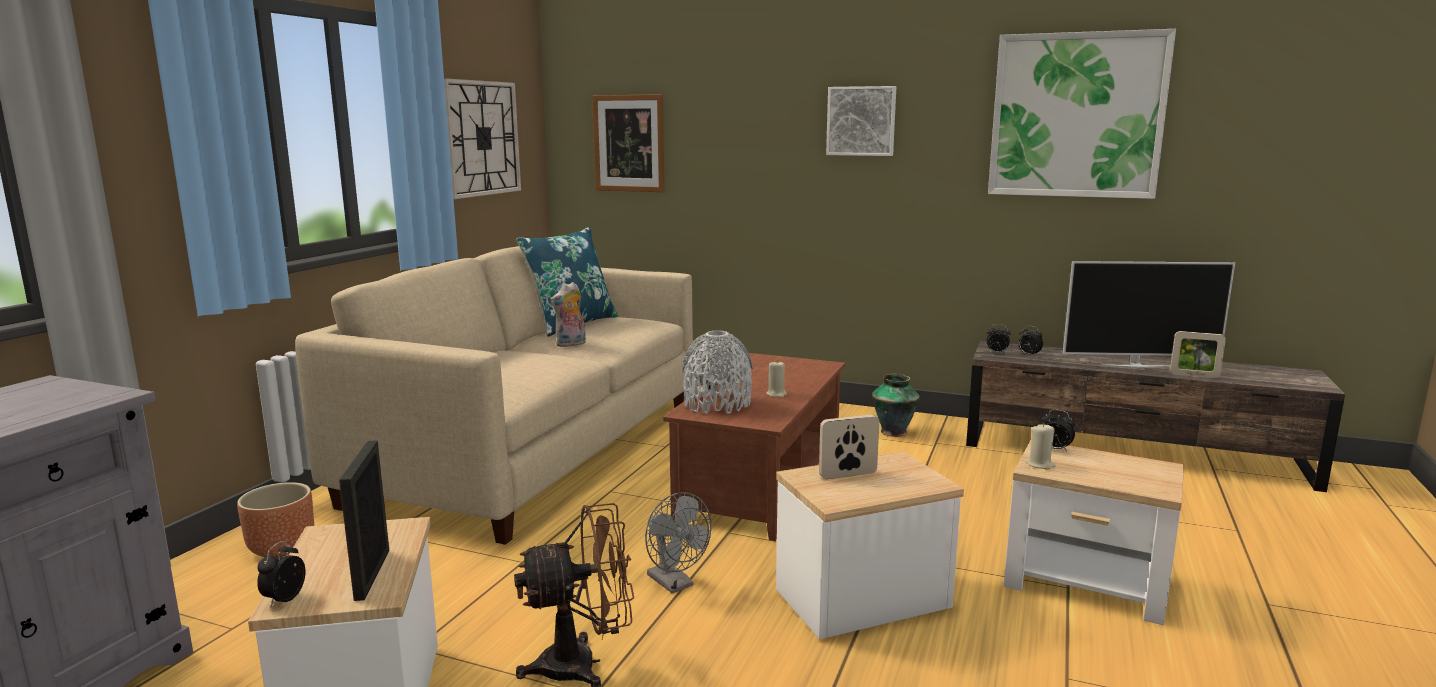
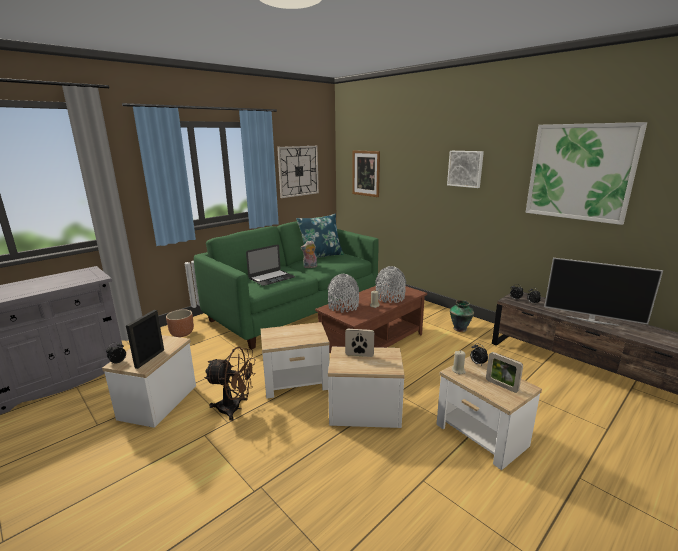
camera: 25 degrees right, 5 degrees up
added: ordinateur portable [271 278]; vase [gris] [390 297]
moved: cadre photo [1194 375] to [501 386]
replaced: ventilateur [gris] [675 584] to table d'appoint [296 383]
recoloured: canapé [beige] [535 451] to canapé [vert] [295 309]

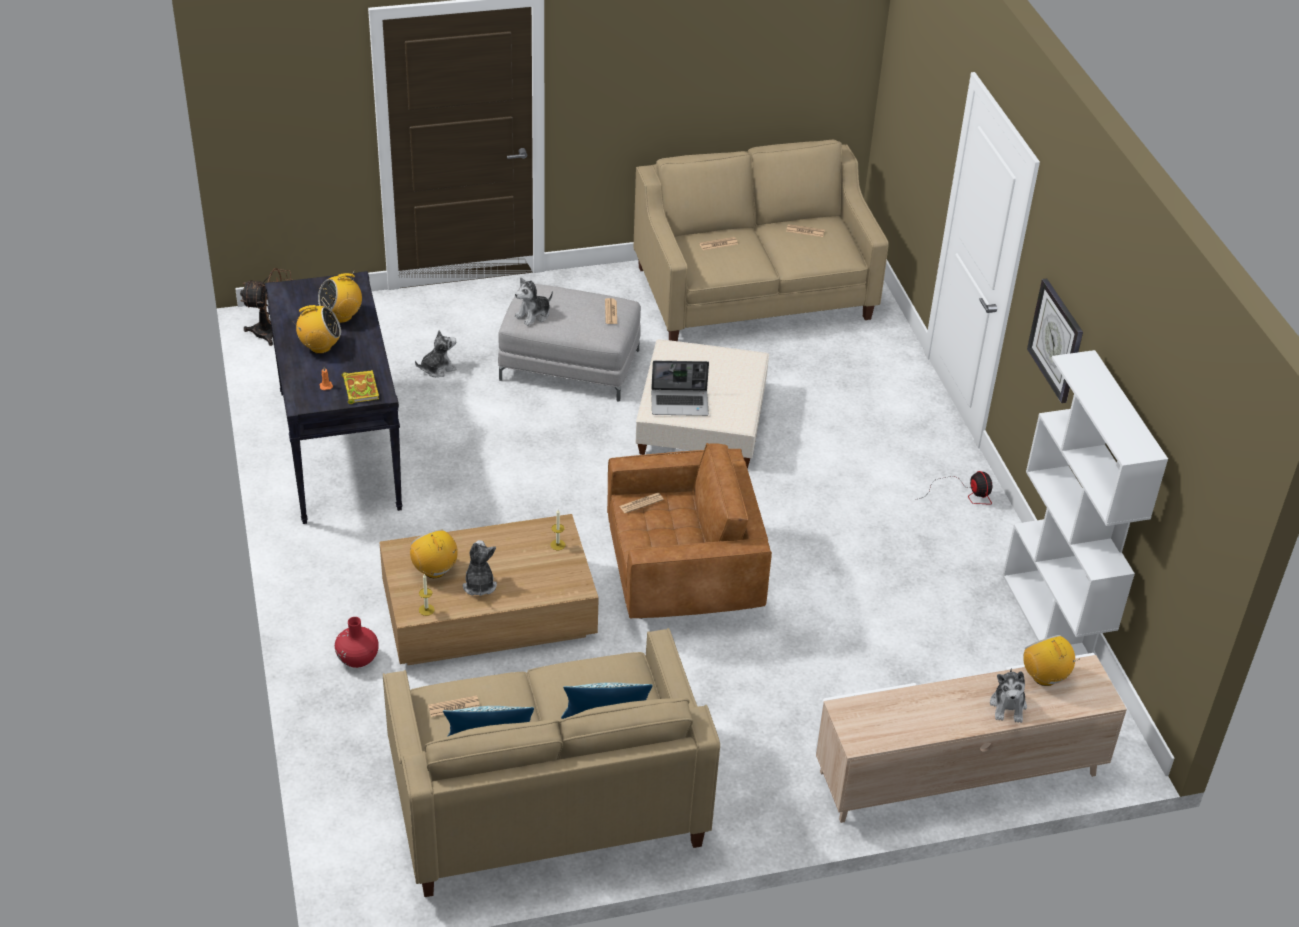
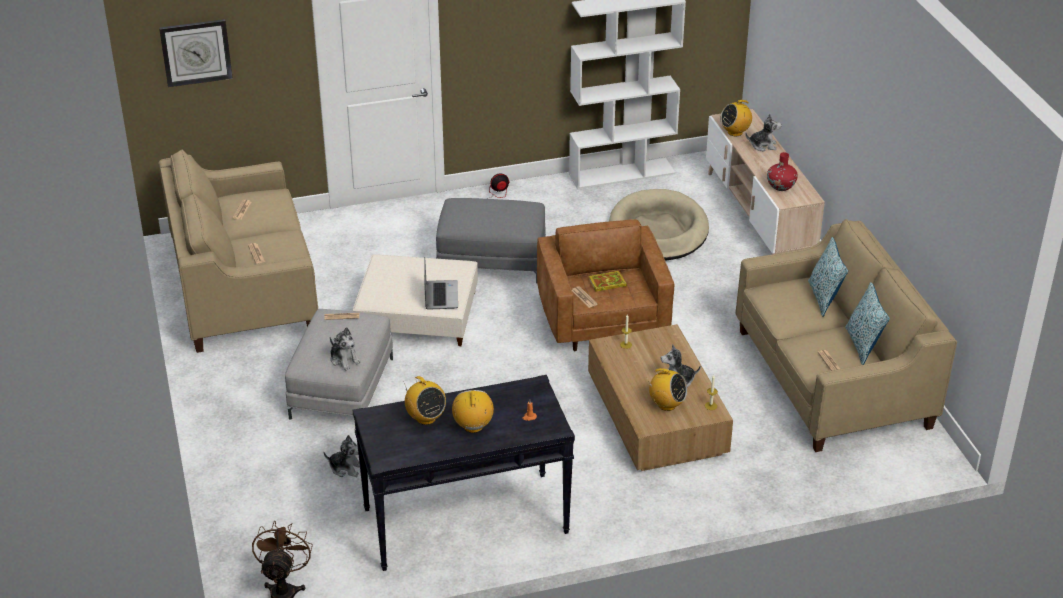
camera: 90 degrees left, 5 degrees down
added: pouf [gris] [492 260]; panier pour chien [beige] [658 230]
moved: horloge murale [1056 340] to [196 52]; livre [360 388] to [606 283]; vase [rouge] [357 658] to [781 186]
turned: peluche [437 368] = [346 468] 135 degrees clockwise; radio [435 570] = [666 405] 120 degrees counterclockwise

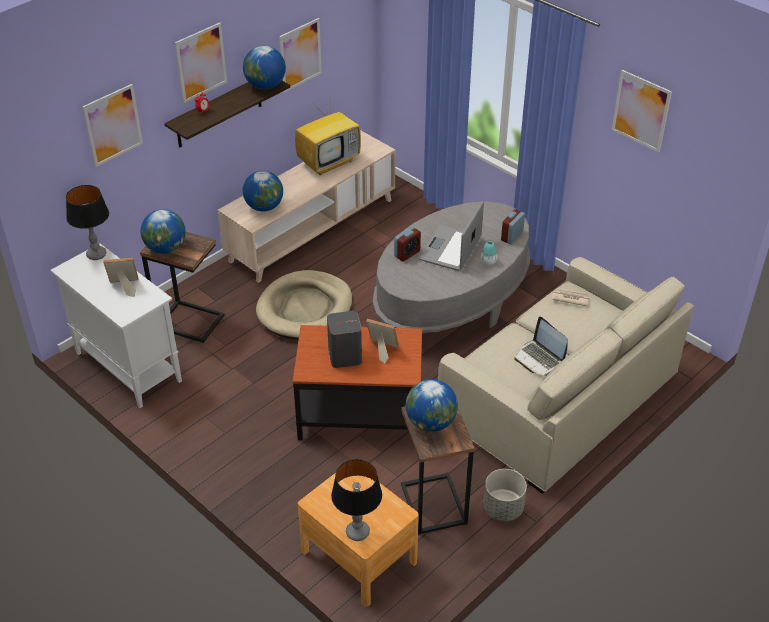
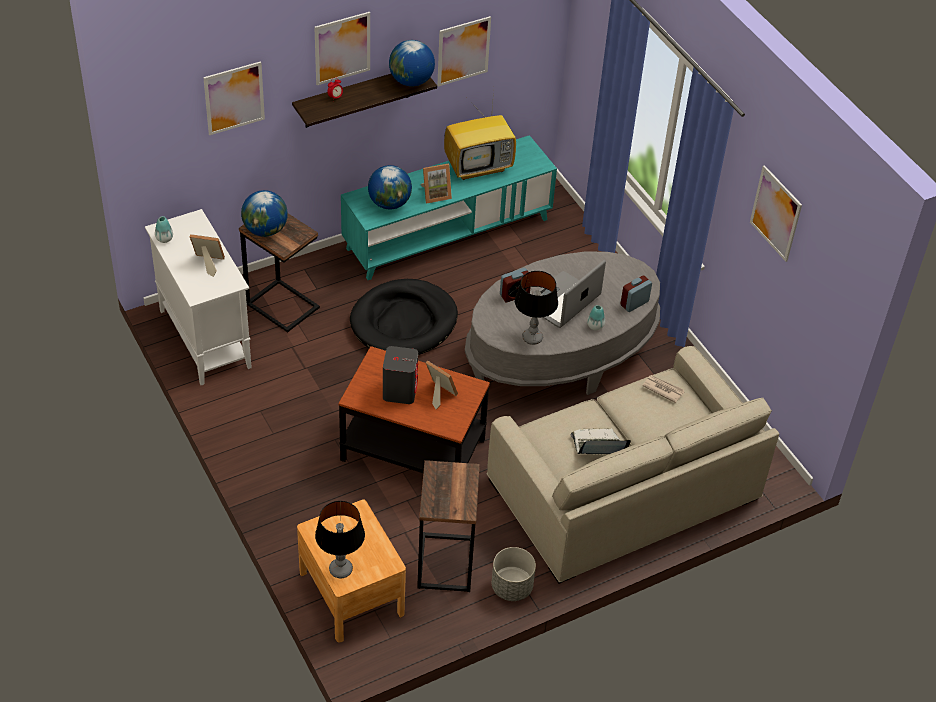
camera: 15 degrees right, 5 degrees up
removed: globe [430 423]
added: vase [164 239]; cadre photo [435 194]
moved: lampe de table [96 254] to [532 338]
recoloured: meuble télé [beige] [312 230] to meuble télé [turquoise] [447 234]; panier pour chien [beige] [305 308] to panier pour chien [noir] [404 322]
turned: ordinateur portable [539 359] = [598 446] 105 degrees clockwise

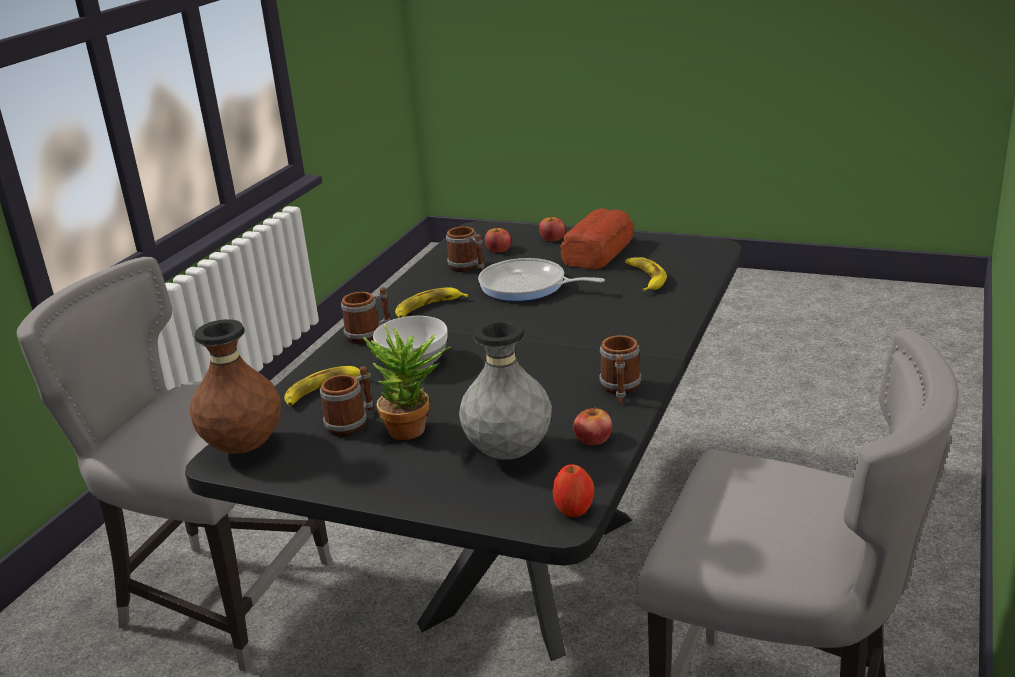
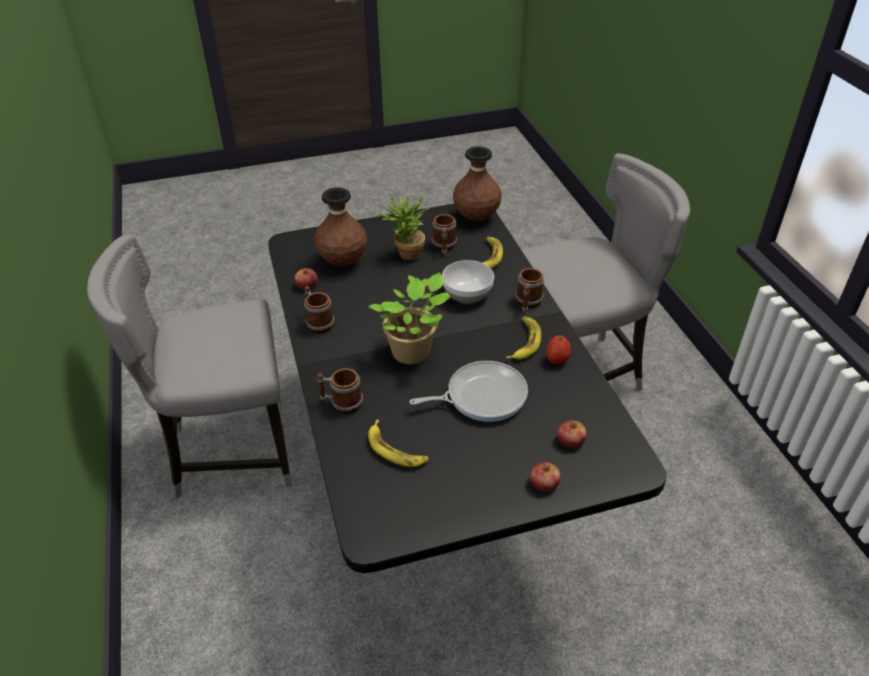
camera: 140 degrees right, 15 degrees up
removed: pain [599 251]
added: plante en pot [413 353]
moved: mug [468 268] to [341 403]; pomme [574 510] to [556 360]
recoloured: vase [gris] [508 453] to vase [marron] [343 262]

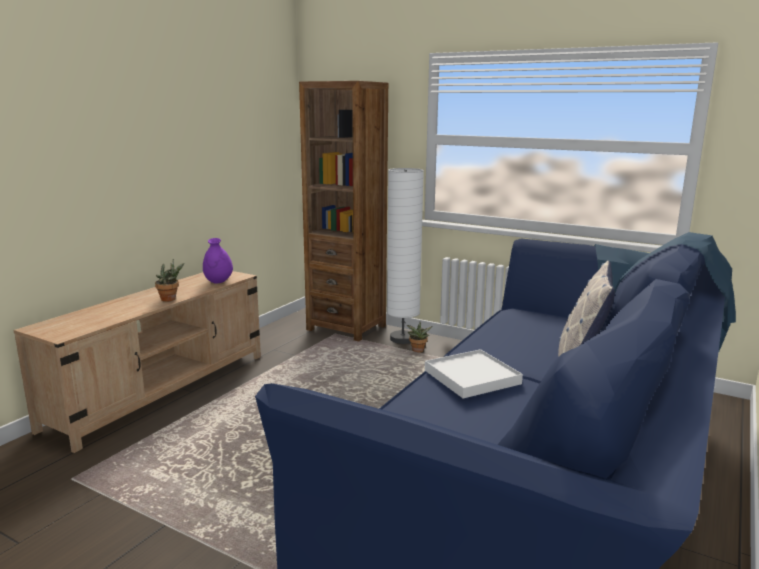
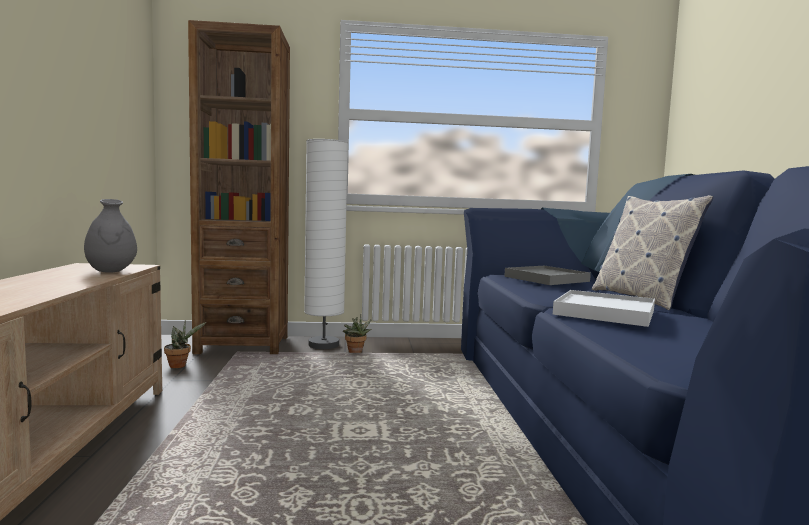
camera: 35 degrees left, 10 degrees down
added: plateau [gris] [546 279]
moved: plante en pot [170 299] to [180 365]
recoloured: vase [violet] [218 282] to vase [gris] [111 271]

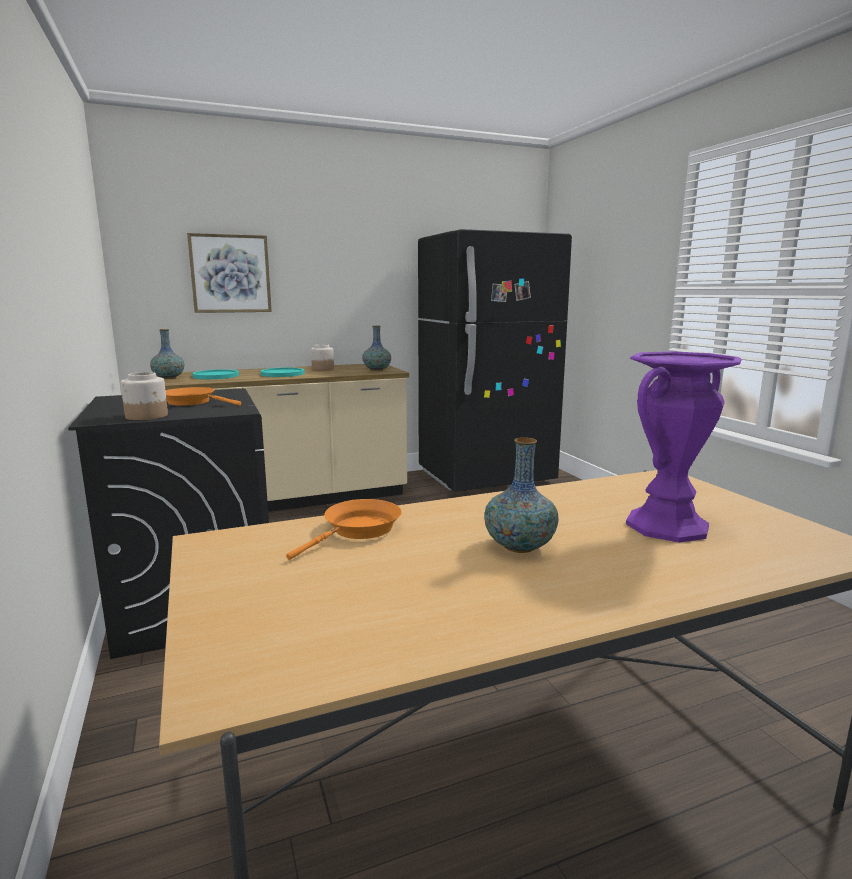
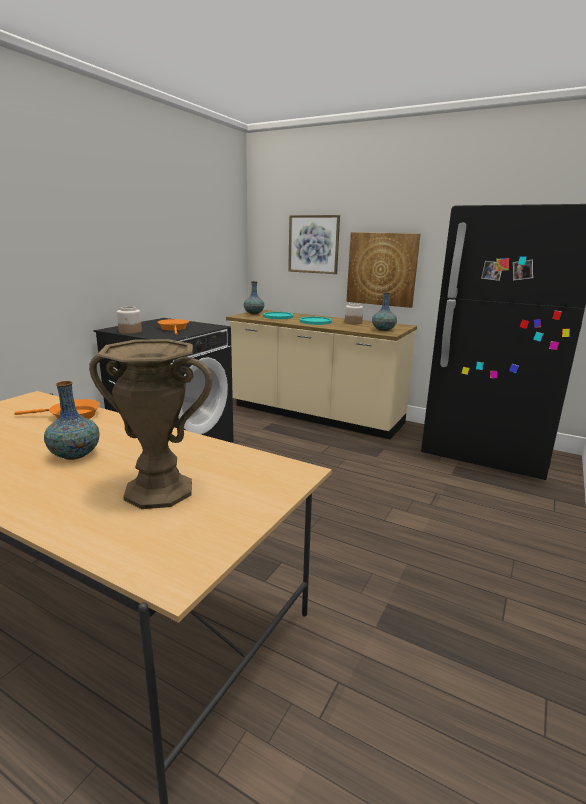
camera: 50 degrees right, 5 degrees up
added: tableau [382 269]
recoloured: vase [violet] [666 525] to vase [marron] [159 490]

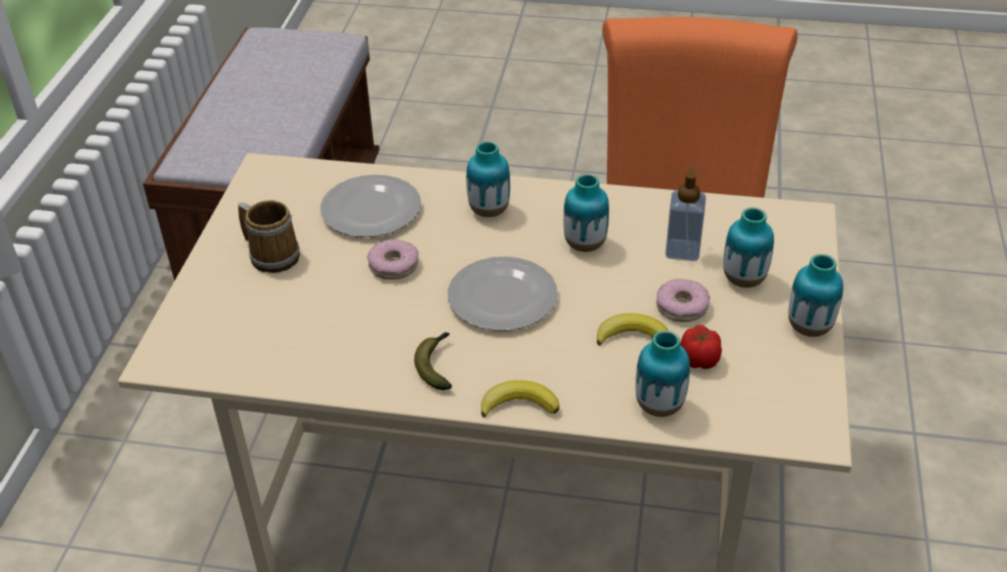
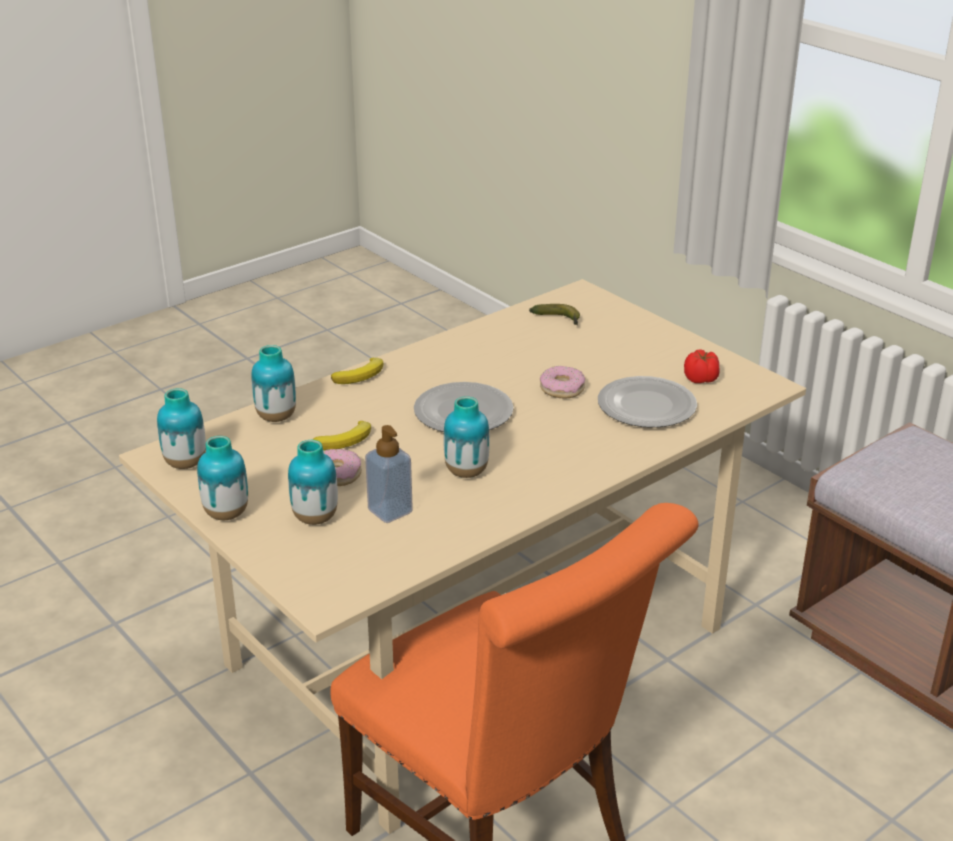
camera: 130 degrees right, 10 degrees down
removed: mug [273 255]
moved: vase [489 211] to [185 463]; banane [437 365] to [559 320]; tomate [699 359] to [701 379]

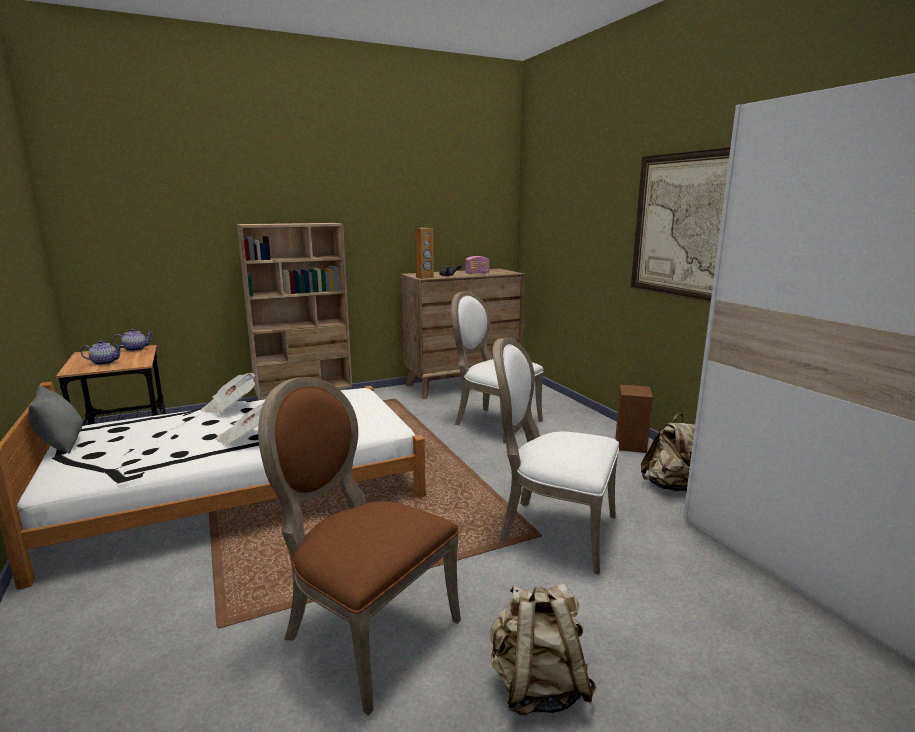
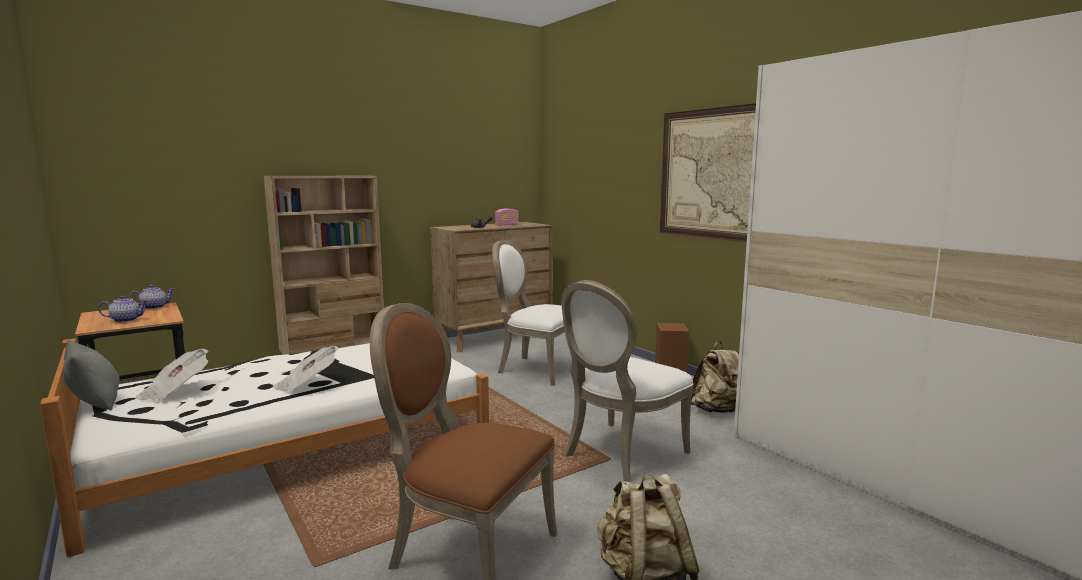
camera: 10 degrees left, 5 degrees down
removed: enceinte [marron] [424 277]
moved: journal [230 407] to [175 391]
turned: chaise [blanc] [552 530] = [619 454] 60 degrees counterclockwise

